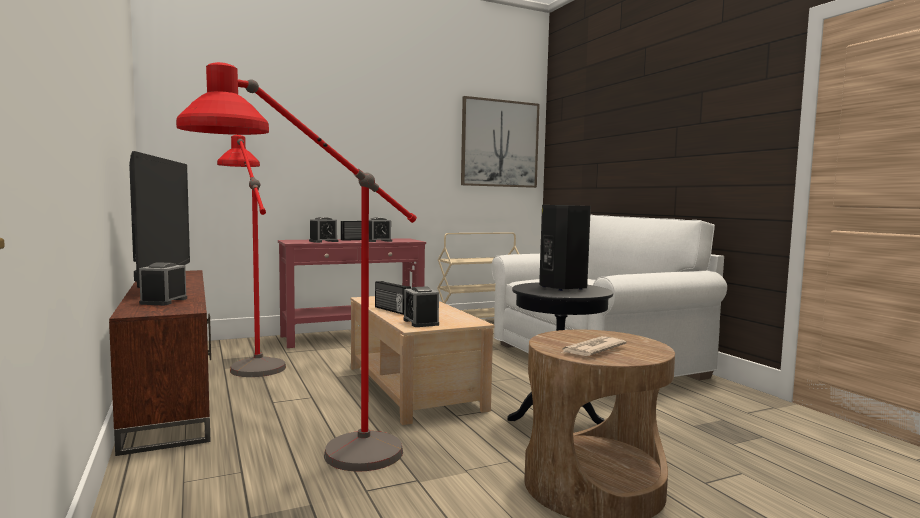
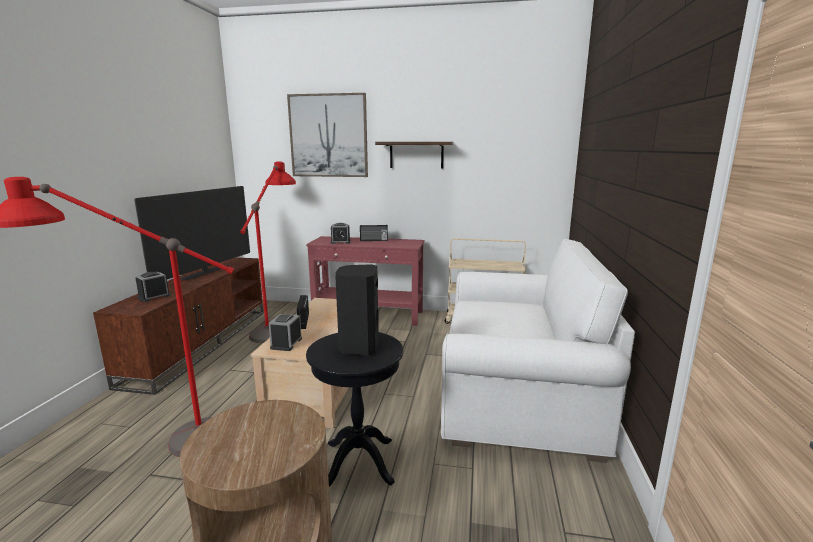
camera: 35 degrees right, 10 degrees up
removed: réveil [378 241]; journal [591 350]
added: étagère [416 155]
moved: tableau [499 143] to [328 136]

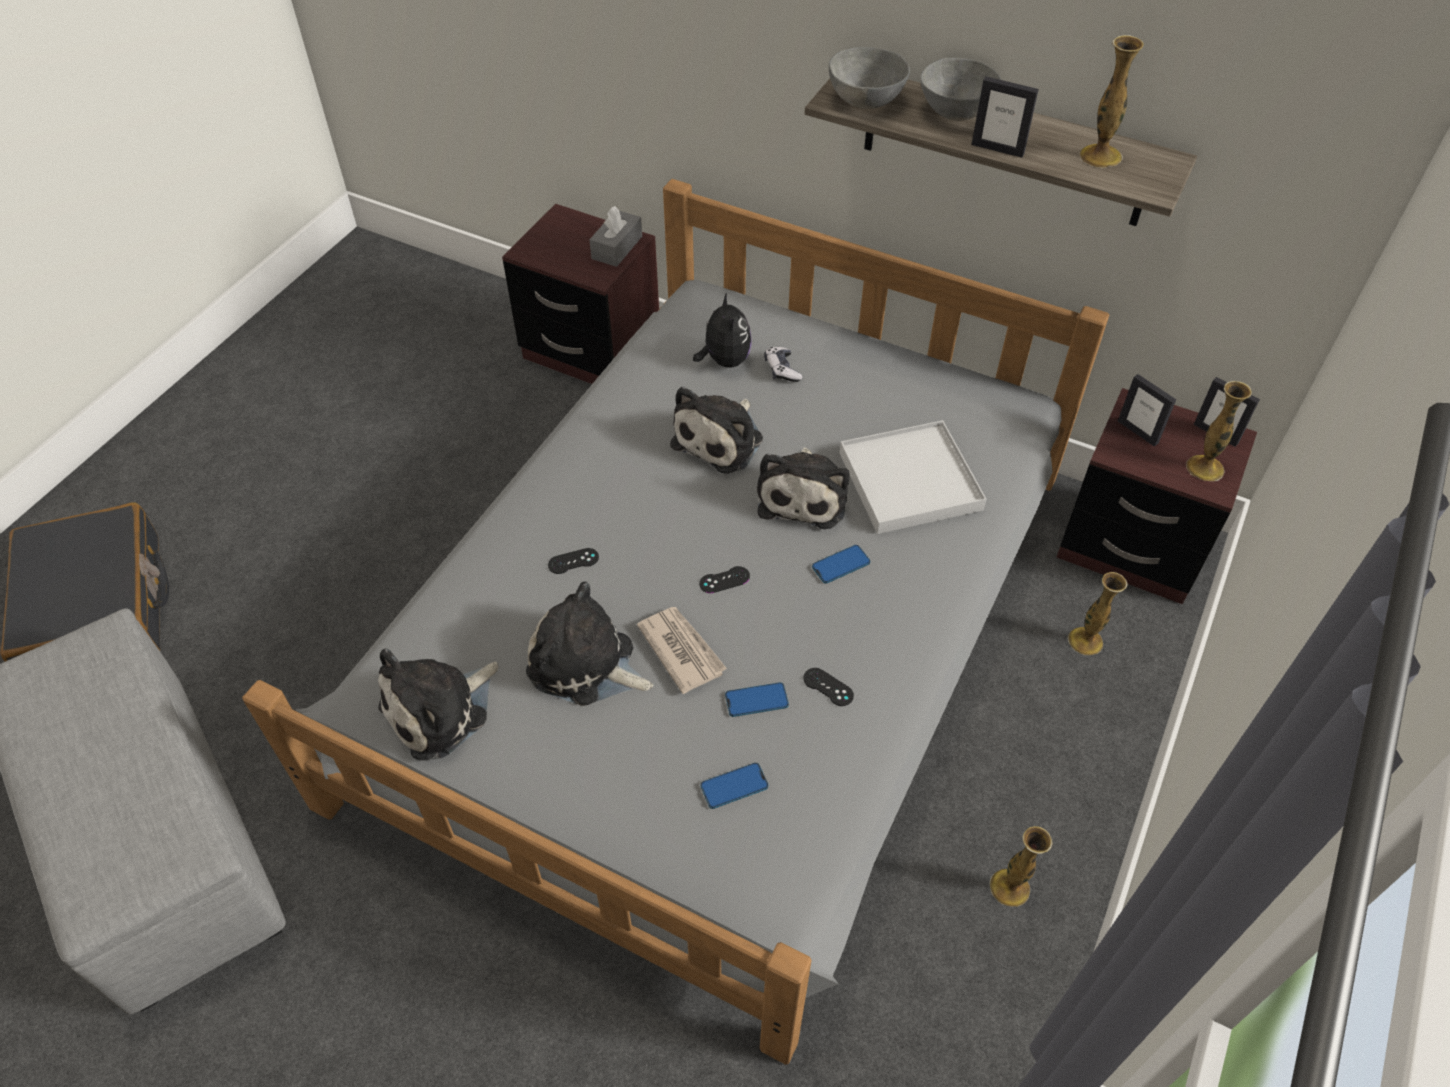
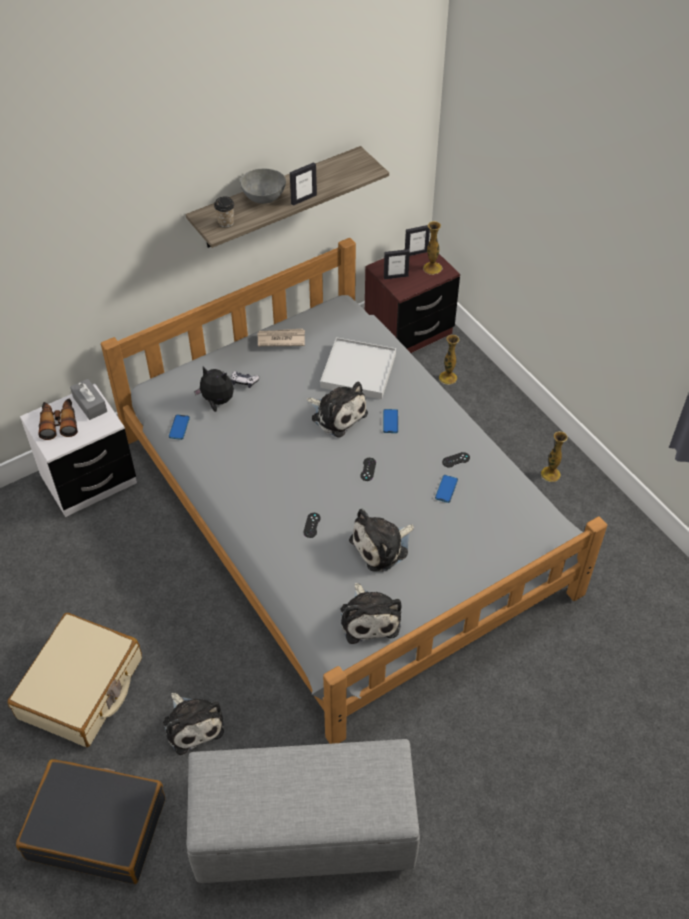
camera: 60 degrees left, 0 degrees up
removed: vase [1100 156]
added: valise [beige] [81 688]; jumelles [59 422]
moved: peluche [721 439] to [192 724]; téléphone [734 786] to [179 427]; journal [681 650] to [281 339]
replaced: bol [gris] [863 101] to tasse [226 222]
recoloured: table de chevet [marron] [591 350] to table de chevet [blanc] [89 480]

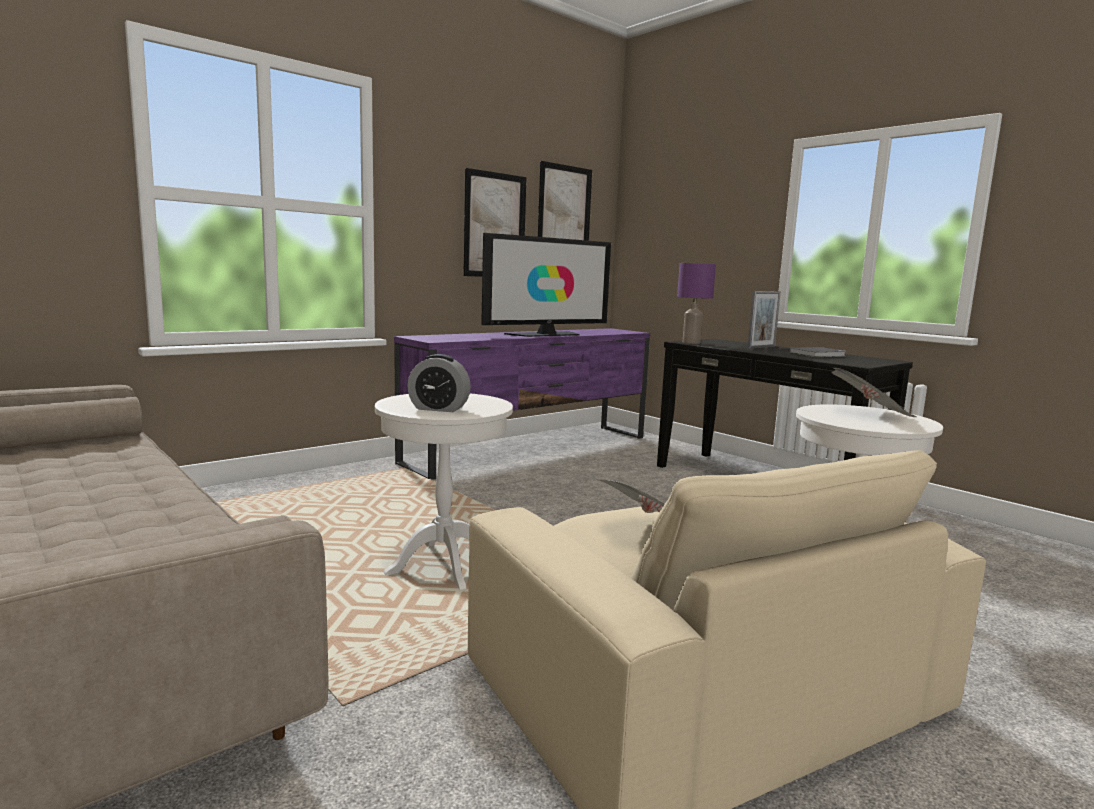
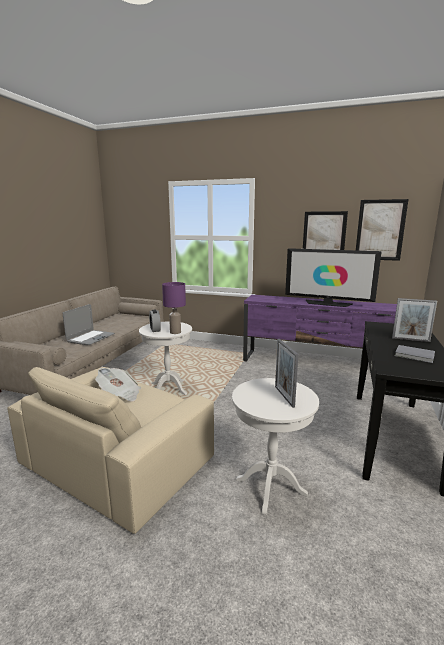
camera: 60 degrees right, 5 degrees up
added: ordinateur portable [91 338]
moved: lampe de table [violet] [691 342] to [175 332]
replaced: journal [870 414] to cadre photo [284 396]

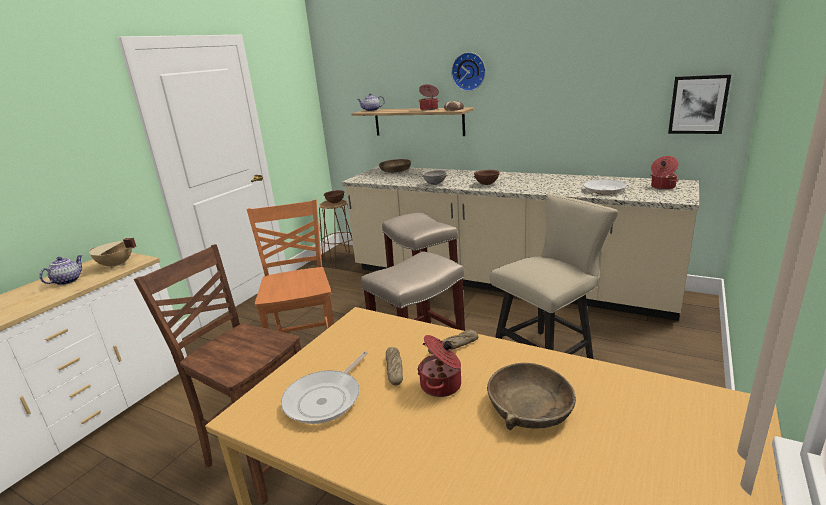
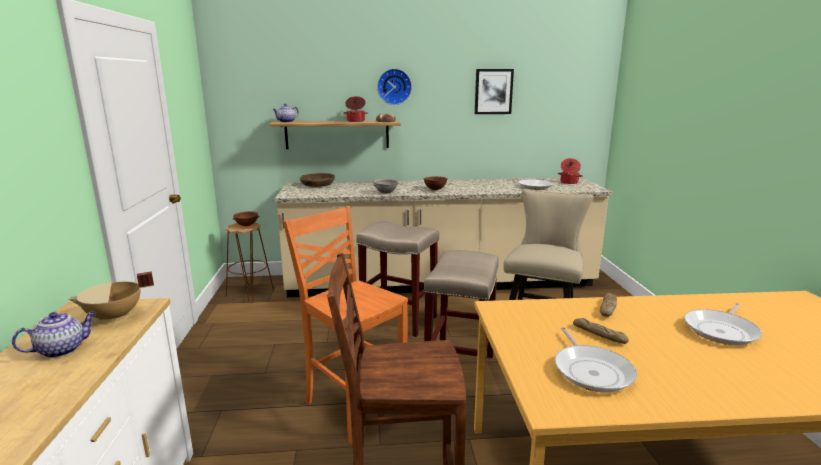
camera: 35 degrees left, 5 degrees down
removed: marmite [442 385]
moved: tableau [698 104] to [493 91]
replaced: bol [marron] [530 407] to poêle [722 330]
turned: théière [68 281] = [62 349] 60 degrees clockwise

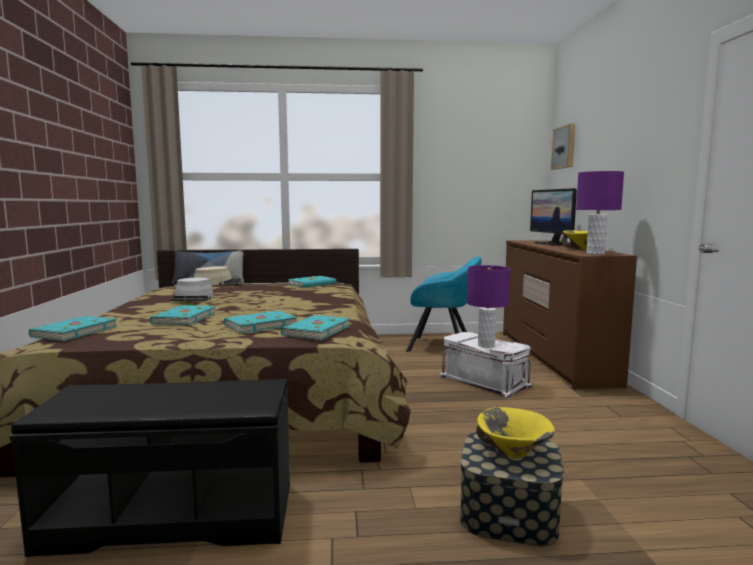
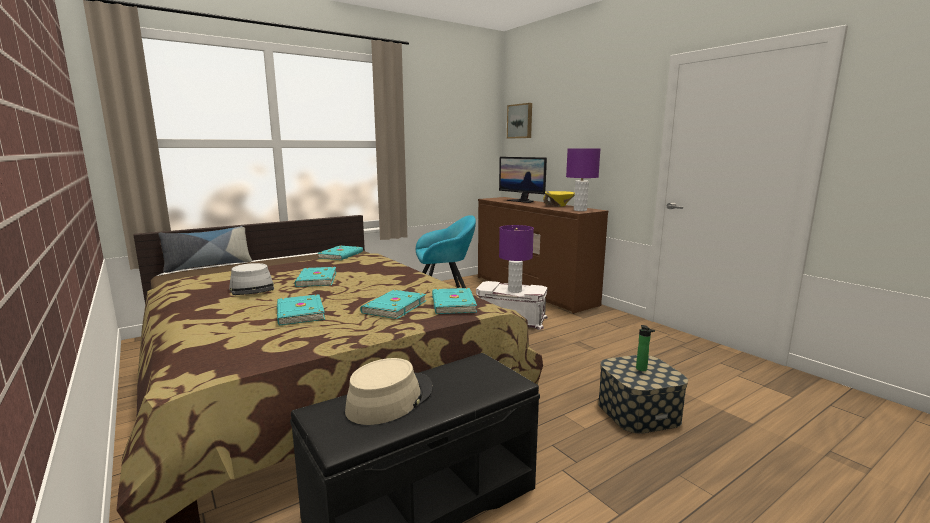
camera: 30 degrees left, 5 degrees up
moved: livre [turquoise] [73 331] to [315 279]; chapeau [beige] [217 283] to [390 399]
replaced: bol [jaune] [513 453] to bouteille [642 369]

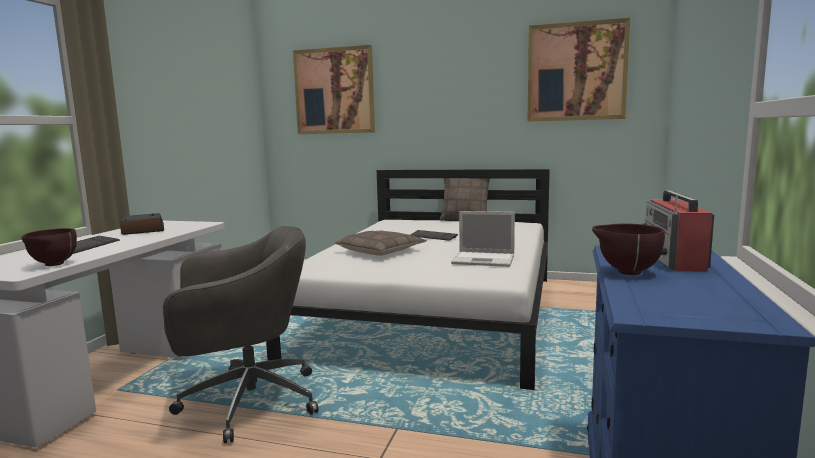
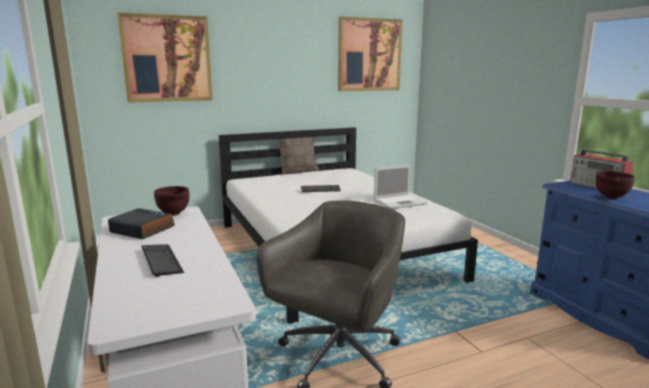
camera: 40 degrees left, 5 degrees up
removed: coussin [381 251]
moved: bol [marron] [52 265] to [174 214]

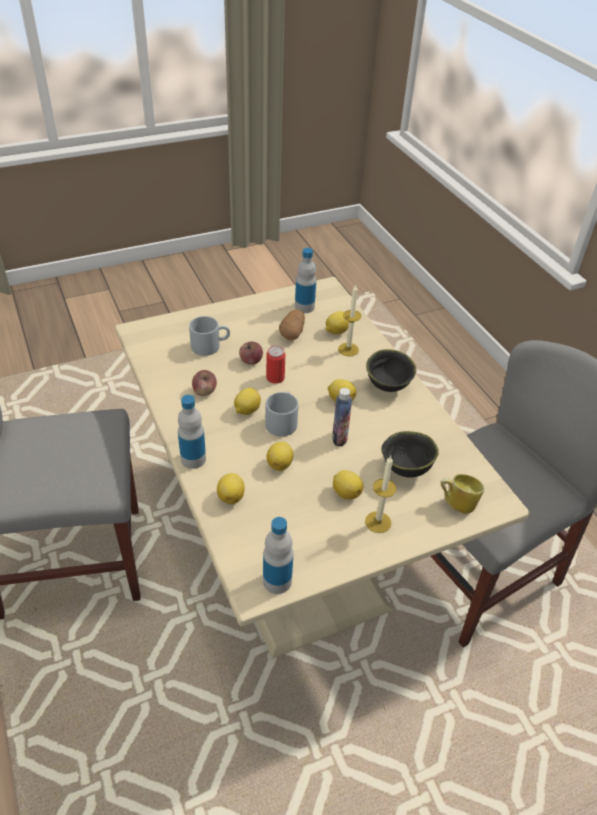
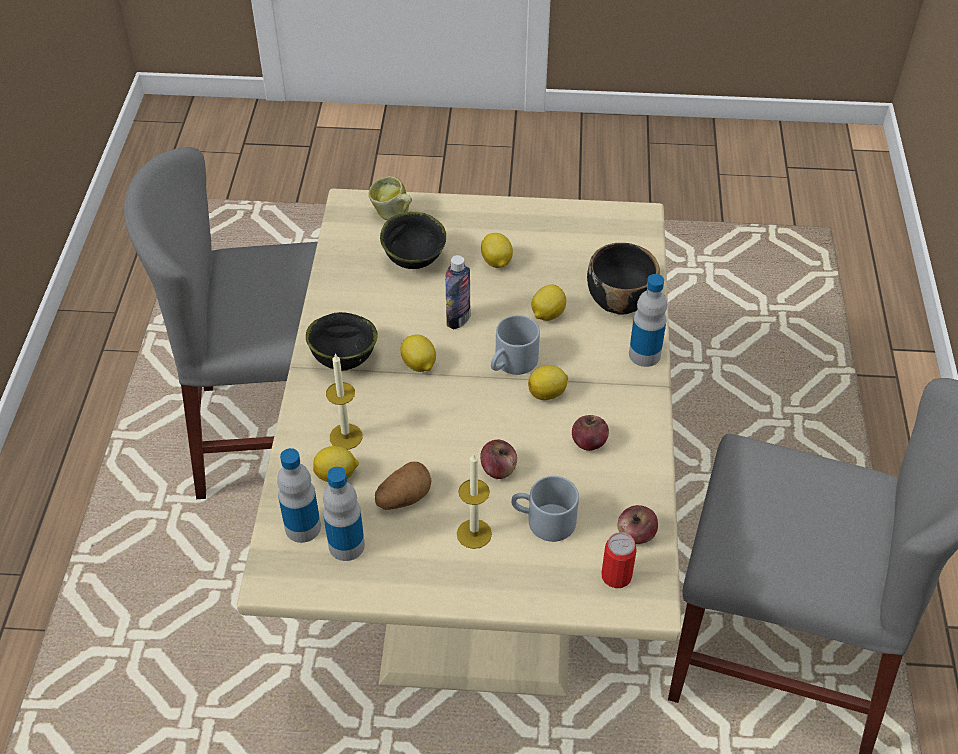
camera: 150 degrees left, 5 degrees up
added: pomme [636 535]
moved: bouteille [277 581] to [303 527]; bougie [378 522] to [474 534]; boîte métallique [275 378] to [616 576]
replaced: citron [231 496] to bol [noir] [620 300]

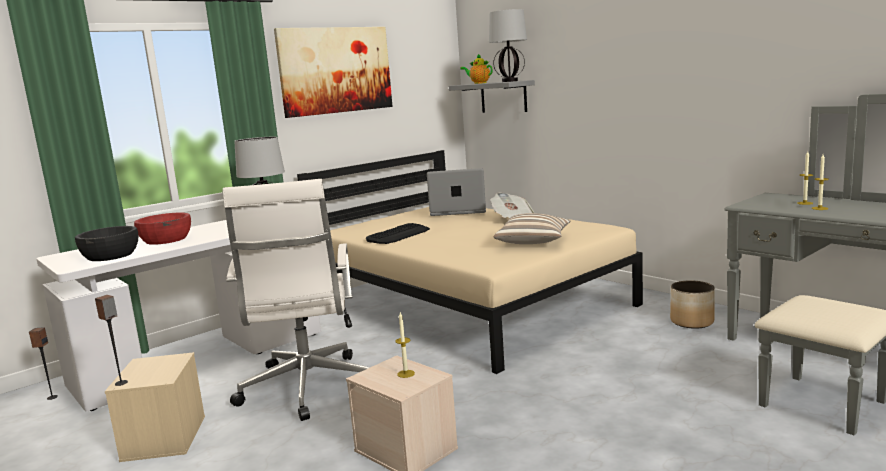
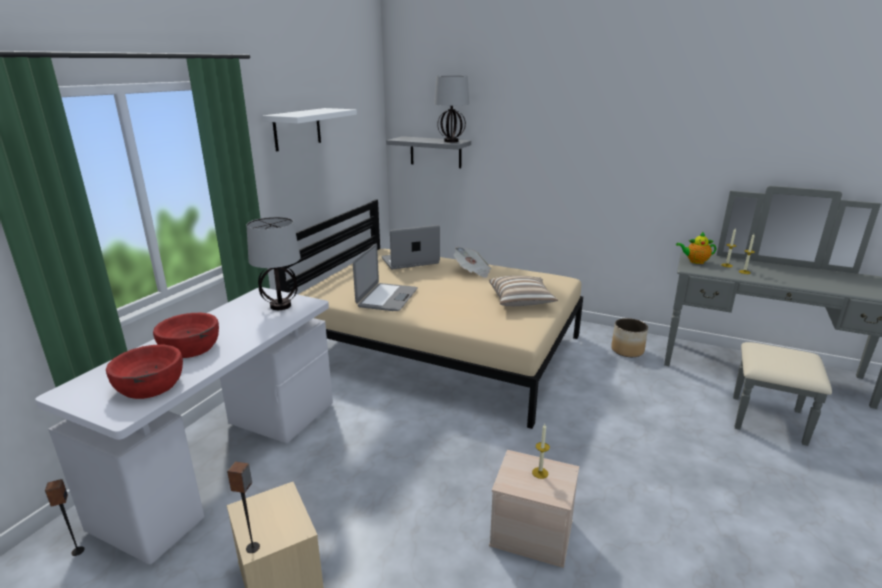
camera: 25 degrees left, 10 degrees up
removed: chaise de bureau [blanc] [307 389]
moved: théière [478 83] to [695 261]
replaced: tableau [336 70] to étagère [blanc] [297 129]; clavier [398 235] to ordinateur portable [387 298]
recoloured: bol [noir] [111 255] to bol [rouge] [150 385]

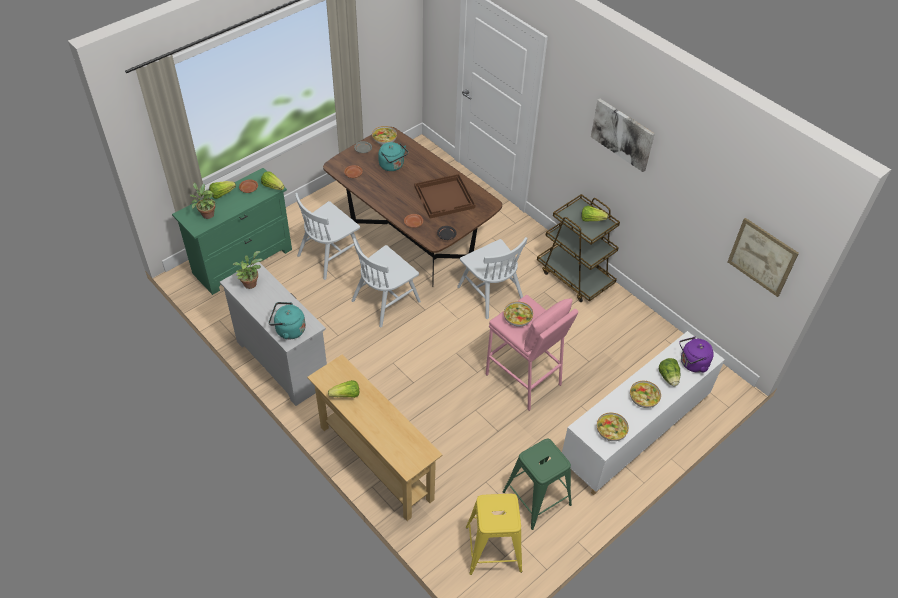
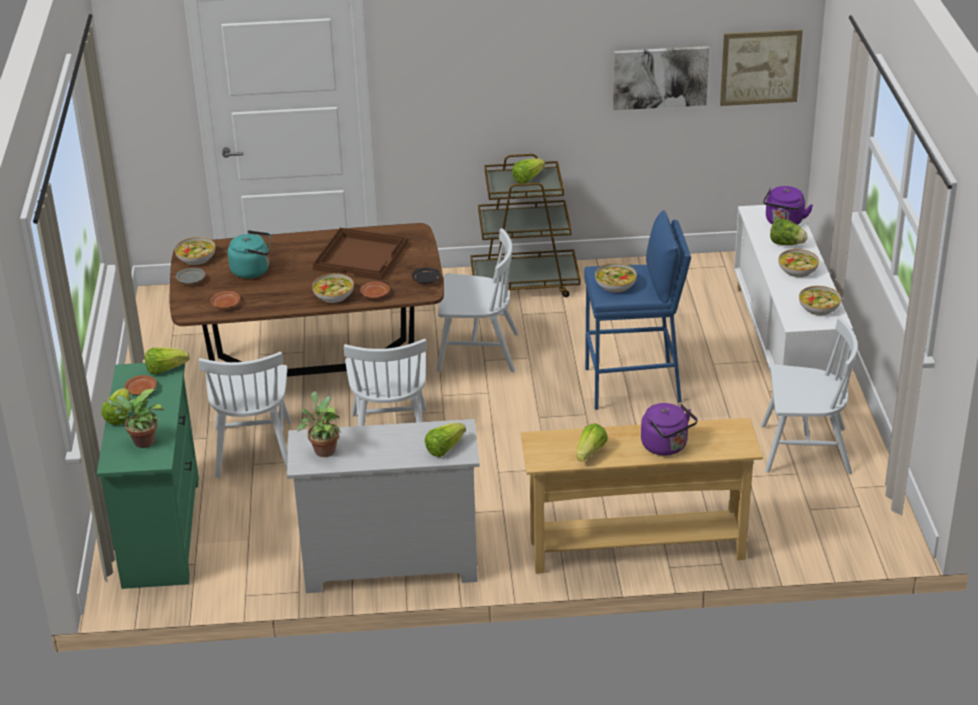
camera: 50 degrees left, 15 degrees down
removed: tabouret [jaune] [493 548]
added: bol [333 295]; bouilloire [violet] [666 446]
moved: tableau [622 134] to [660 77]
replaced: bouilloire [turquoise] [288 330] to laitue [444 448]; tabouret [vert] [537 498] to chaise [blanc] [804 449]
recoloured: tabouret [rose] [523 379] to tabouret [bleu] [633 386]

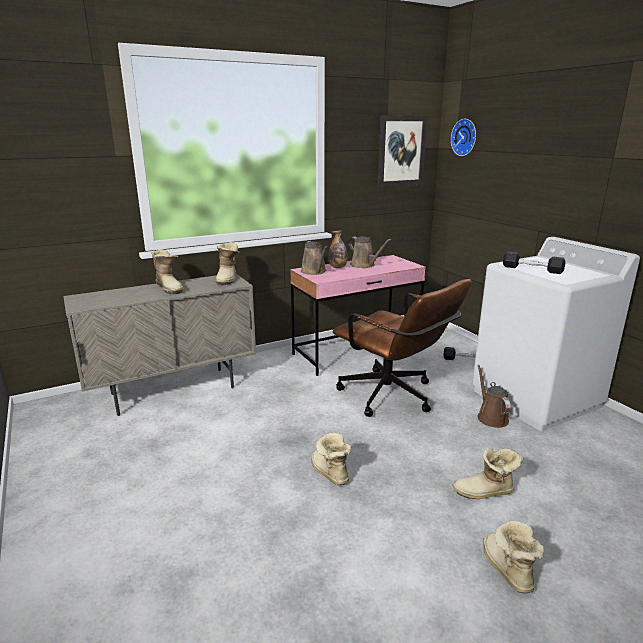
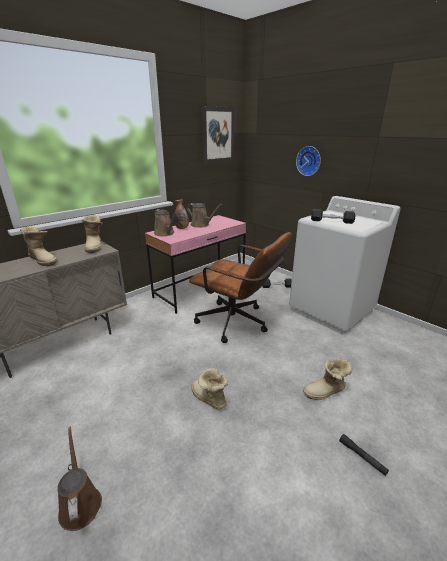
camera: 15 degrees left, 5 degrees up
moved: arrosoir [marron] [491 417] to [80 502]; horloge murale [465 137] to [309 161]
replaced: botte [506 569] to lampe de poche [noir] [362 457]

